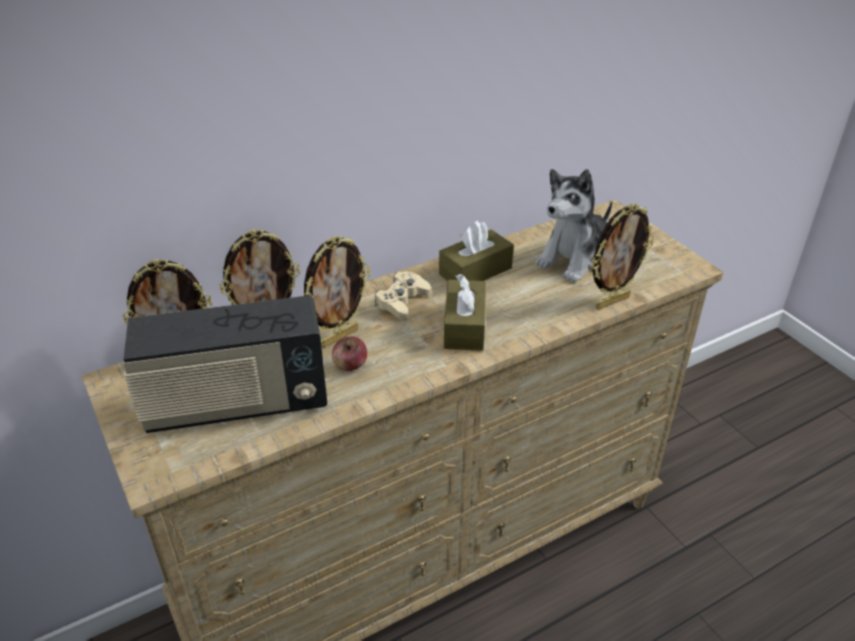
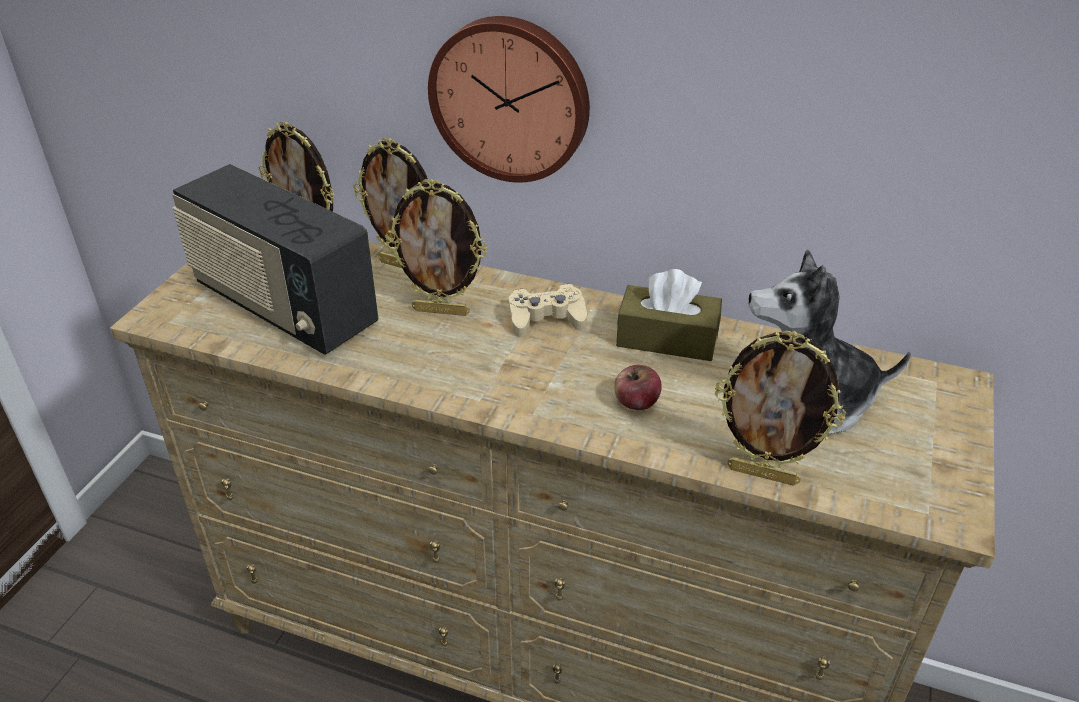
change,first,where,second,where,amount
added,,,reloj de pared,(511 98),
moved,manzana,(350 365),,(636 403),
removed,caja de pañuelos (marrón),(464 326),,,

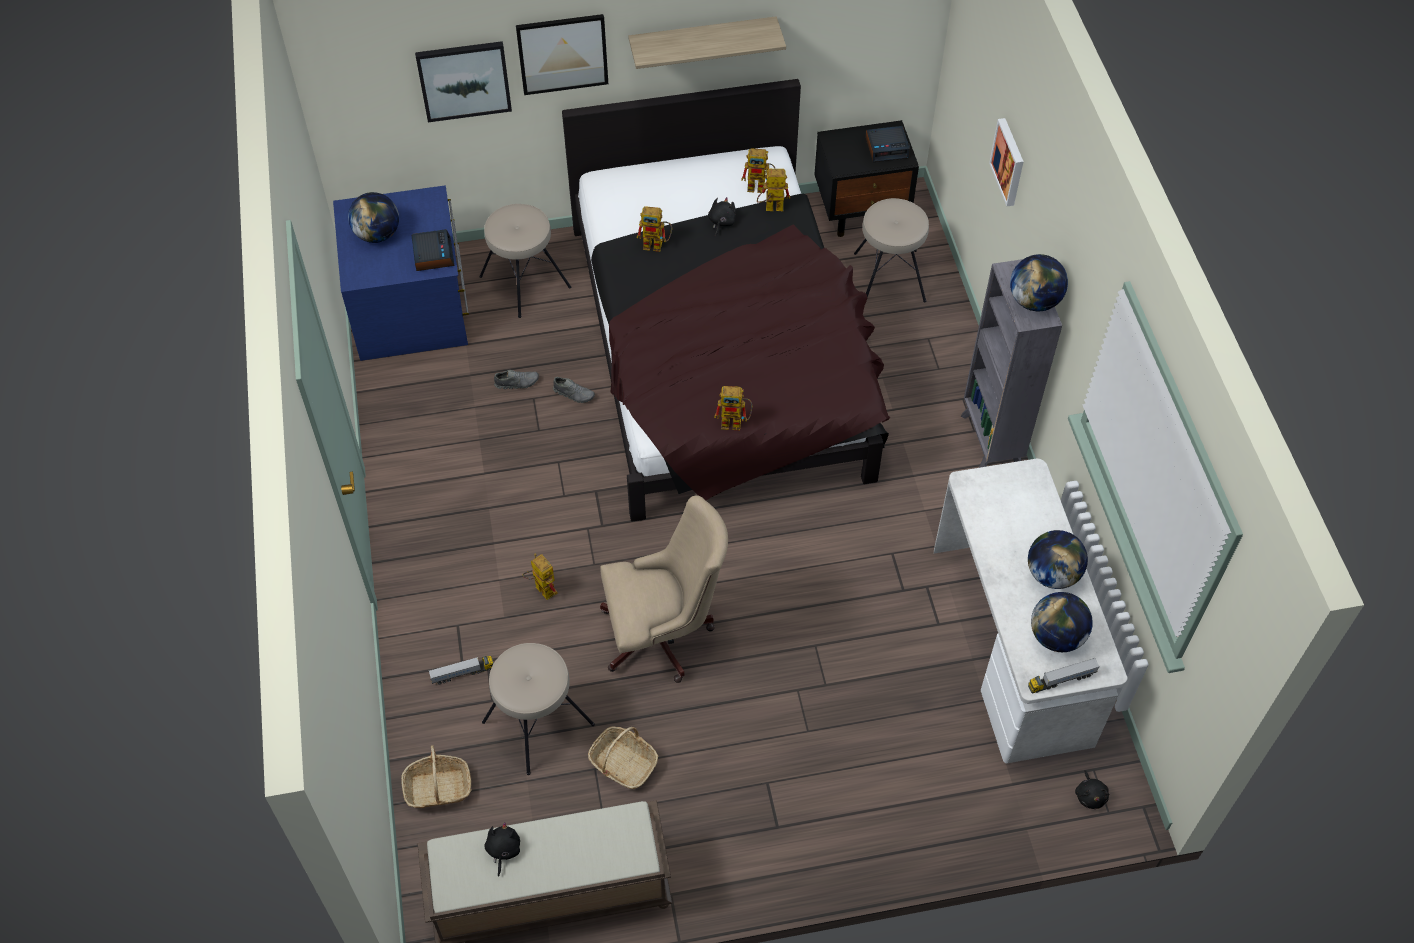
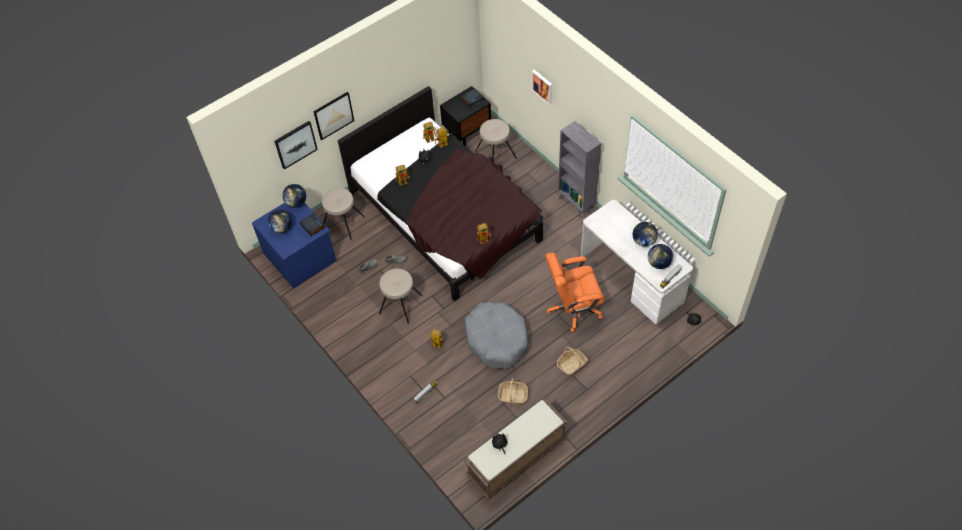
change,first,where,second,where,amount
moved,globo terráqueo,(1034 301),,(296 202),
moved,taburete (beis),(537 722),,(400 304),
replaced,silla de oficina (beis),(663 635),cama para perro (gris),(496 339),
added,,,silla de oficina (naranja),(573 308),
moved,cesta,(438 788),,(572 364),
removed,estante,(702 41),,,

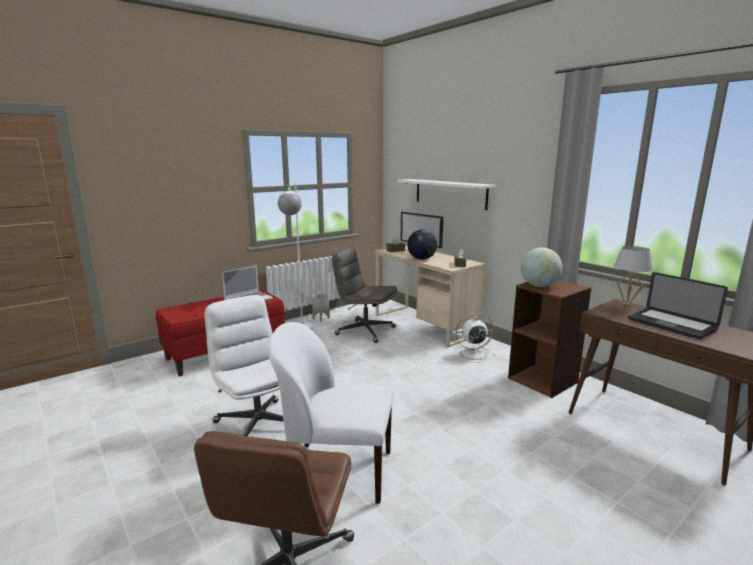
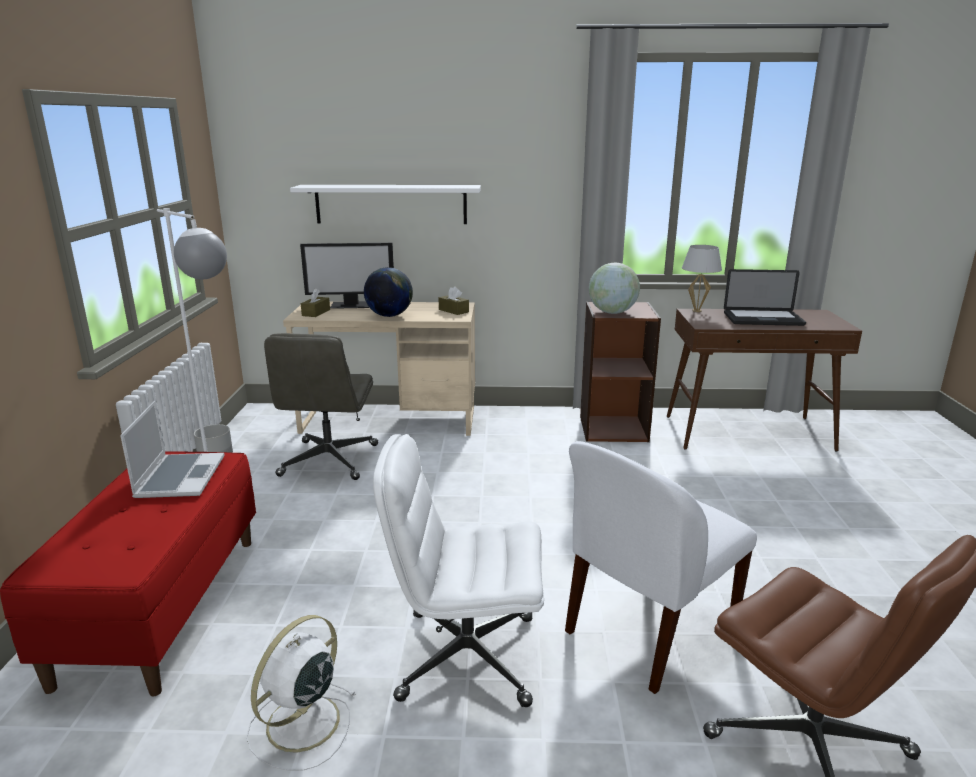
change,first,where,second,where,amount
moved,ventilador (blanco),(471 354),,(300 725),
turned,silla de oficina (gris),(364 331),,(329 461),60 degrees counterclockwise

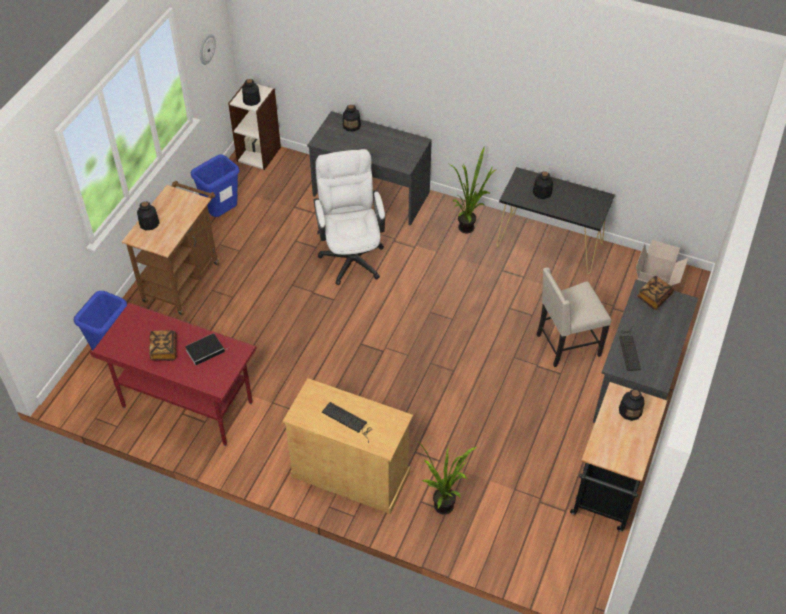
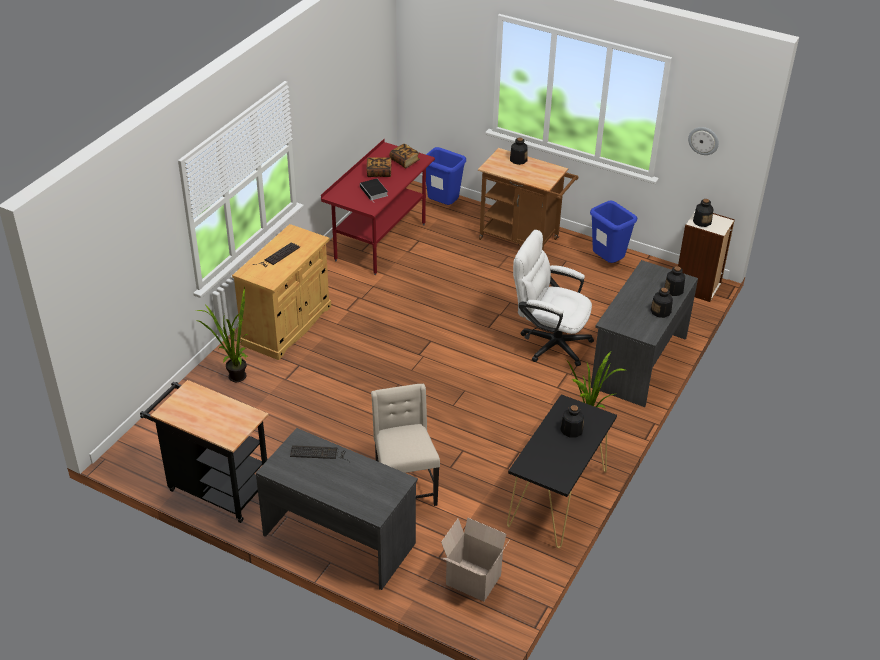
change,first,where,second,where,amount
moved,libro,(654 297),,(404 161),
turned,silla de oficina (blanco),(351 254),,(549 342),150 degrees counterclockwise
moved,botella,(630 411),,(661 311),

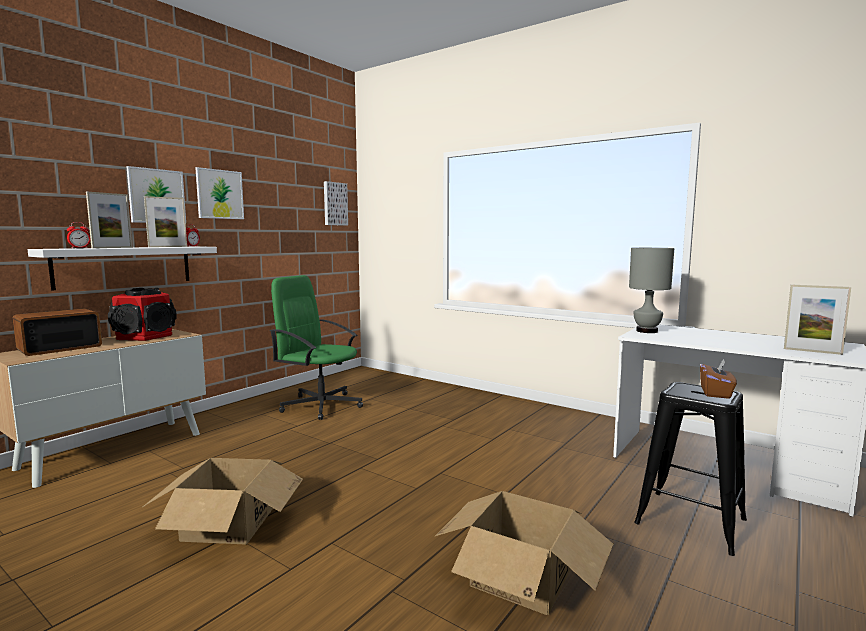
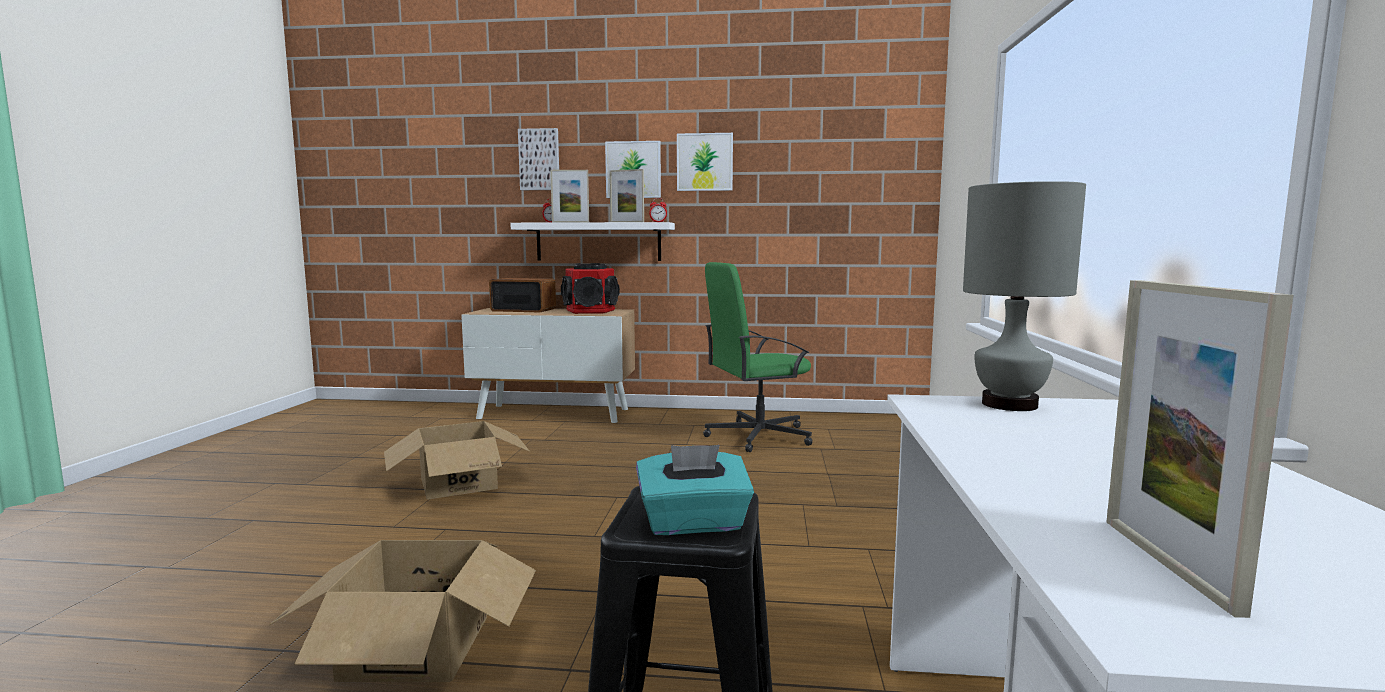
change,first,where,second,where,amount
moved,cuadro,(334 204),,(539 160),
recoloured,caja de pañuelos (marrón),(716 393),caja de pañuelos (turquesa),(693 524),
turned,silla de oficina (verde),(321 405),,(757 436),105 degrees counterclockwise

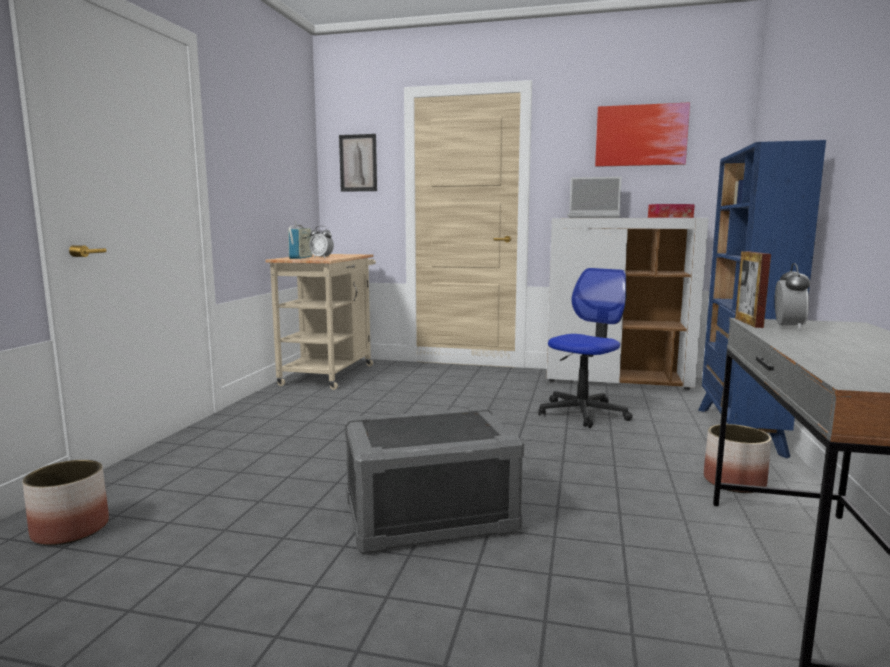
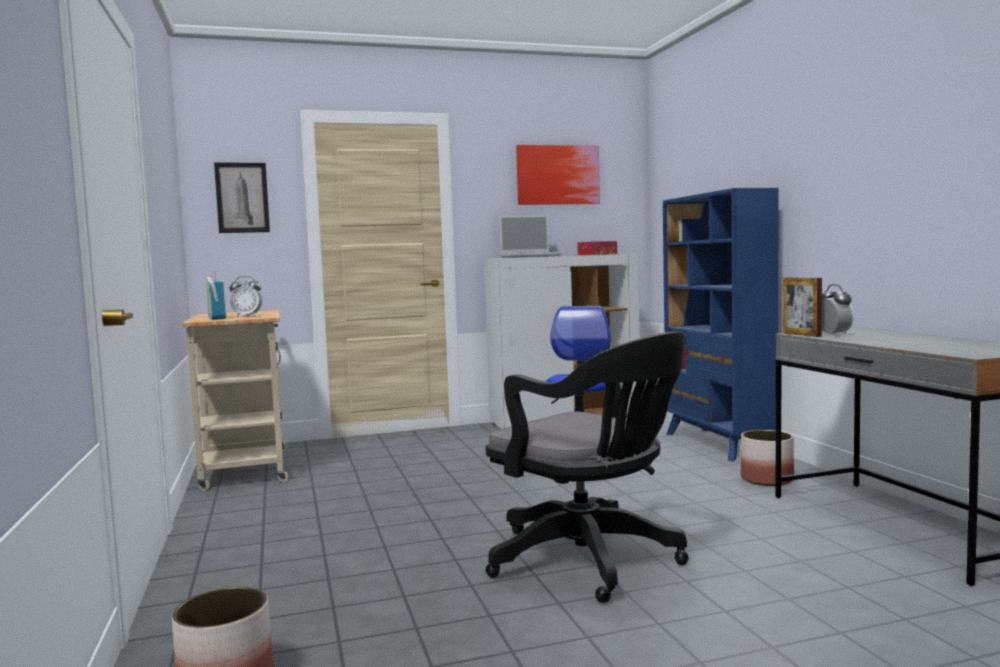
change,first,where,second,where,amount
replaced,caja de almacenaje (gris),(429 517),silla de oficina (negro),(591 561),

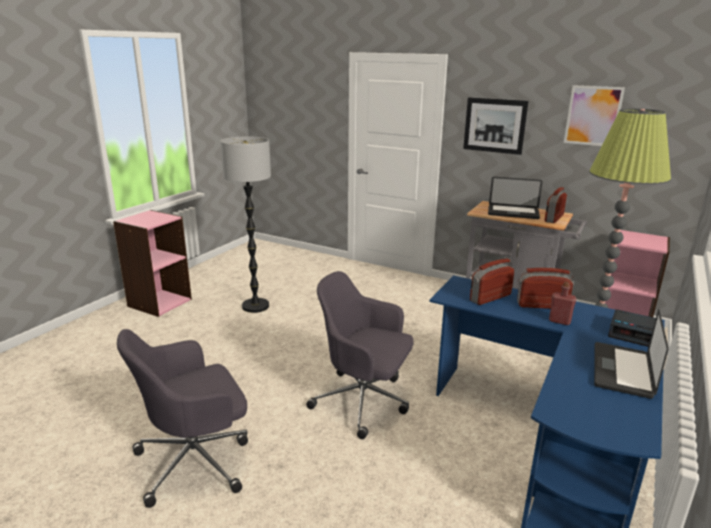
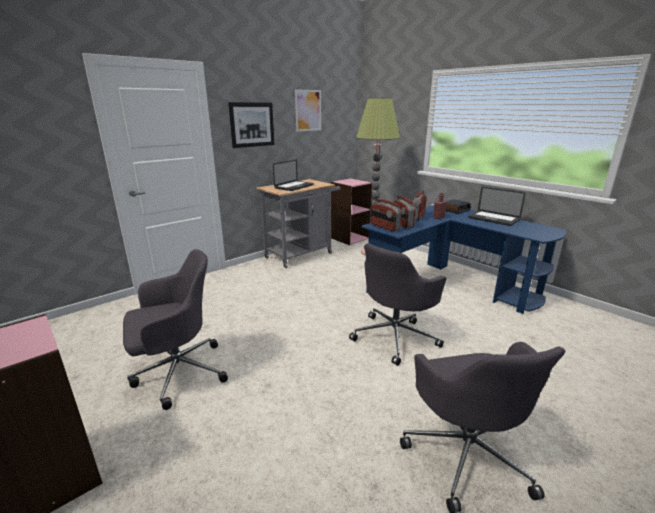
change,first,where,second,where,amount
replaced,lámpara de pie,(255 306),silla de oficina (gris),(178 372),
moved,radio,(553 218),,(384 227),

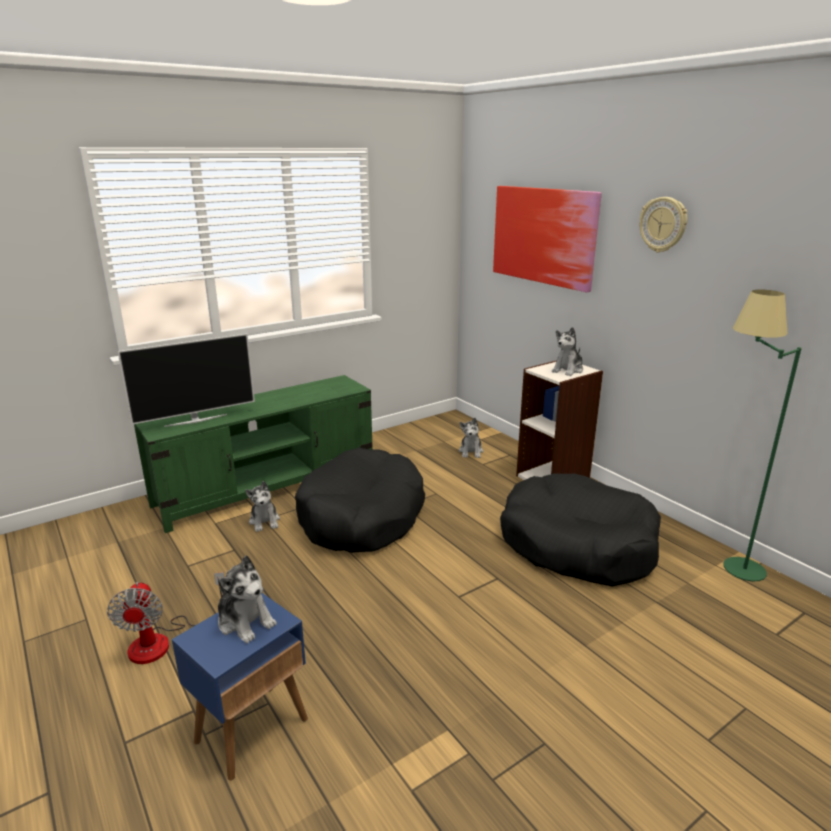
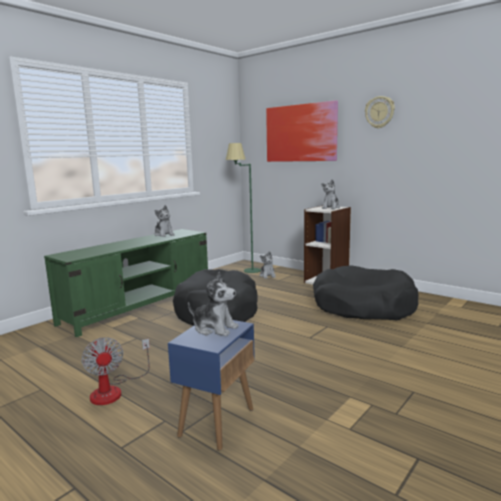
change,first,where,second,where,amount
moved,peluche,(265 521),,(164 235),
moved,lámpara de pie (verde),(725 562),,(244 270),
removed,televisor,(196 420),,,

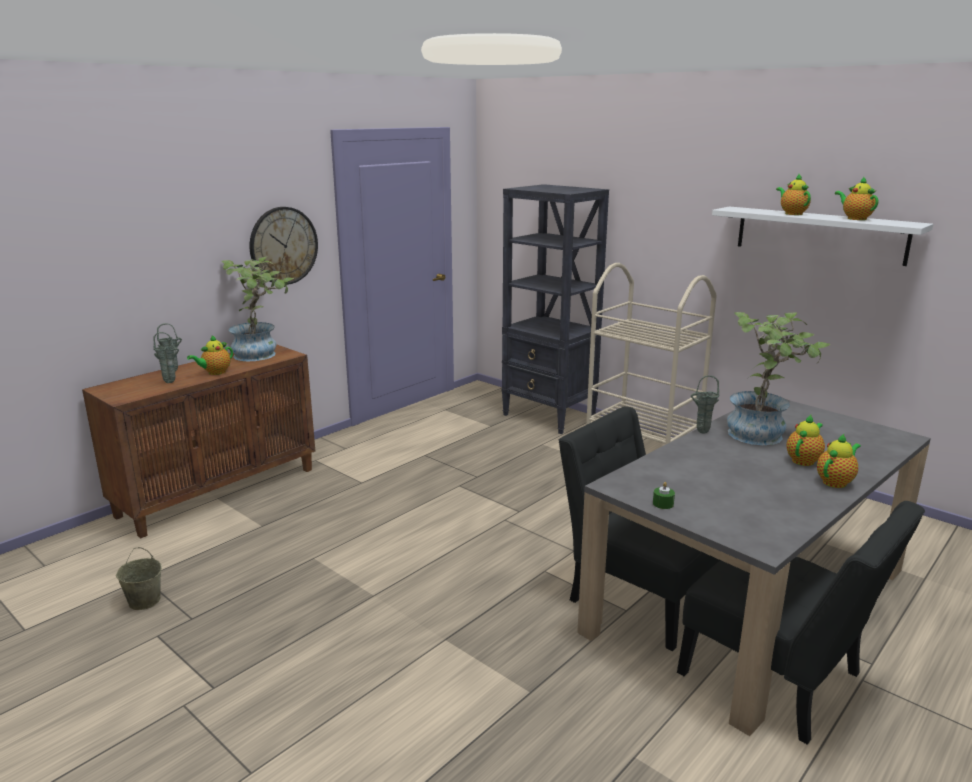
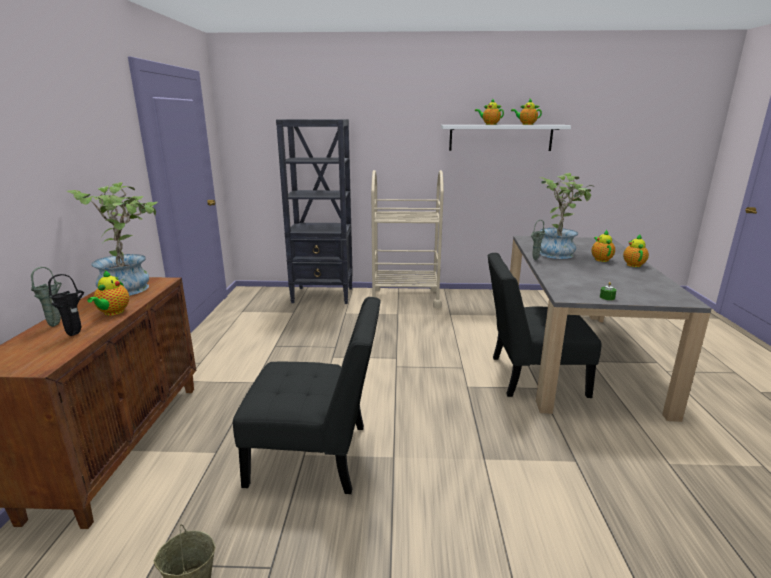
change,first,where,second,where,amount
recoloured,florero (verde),(171 382),florero (negro),(76 334),
moved,silla (negro),(778 680),,(316 456),
removed,reloj de pared,(283 245),,,

